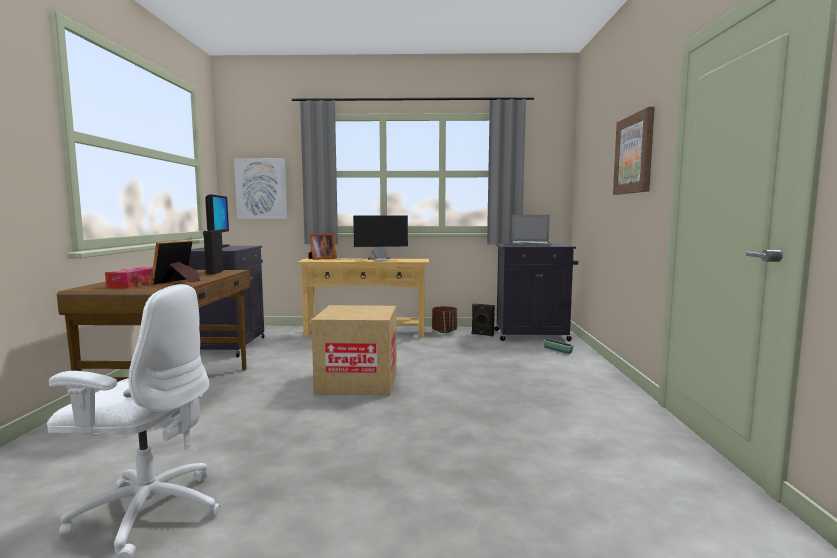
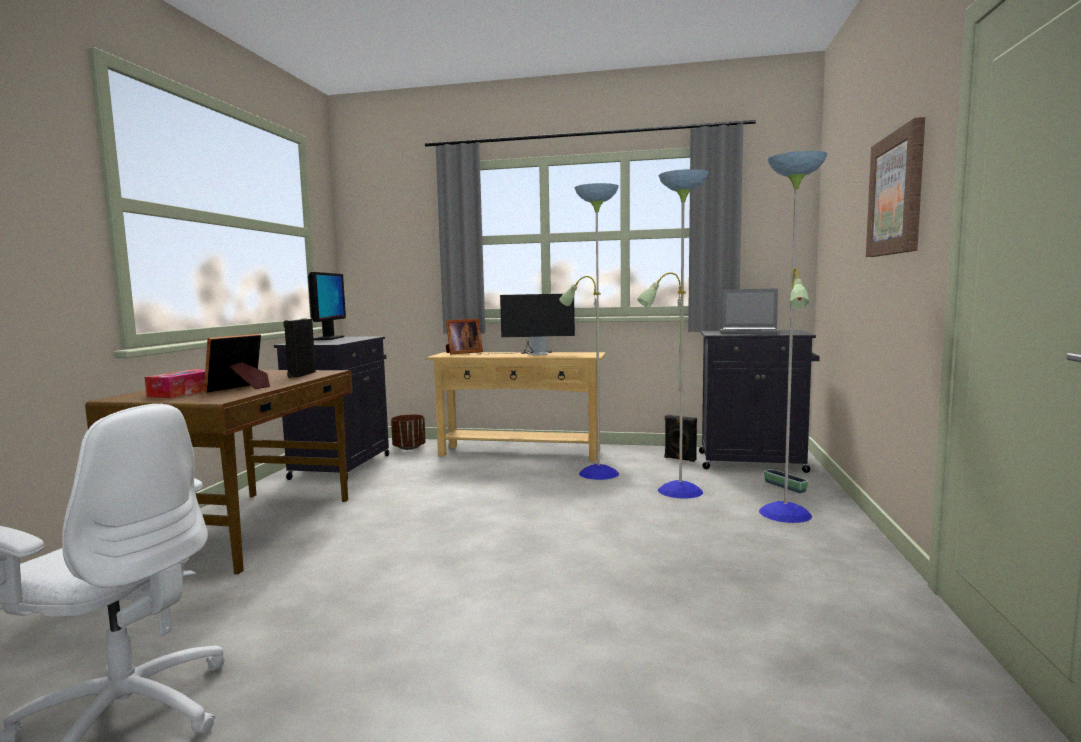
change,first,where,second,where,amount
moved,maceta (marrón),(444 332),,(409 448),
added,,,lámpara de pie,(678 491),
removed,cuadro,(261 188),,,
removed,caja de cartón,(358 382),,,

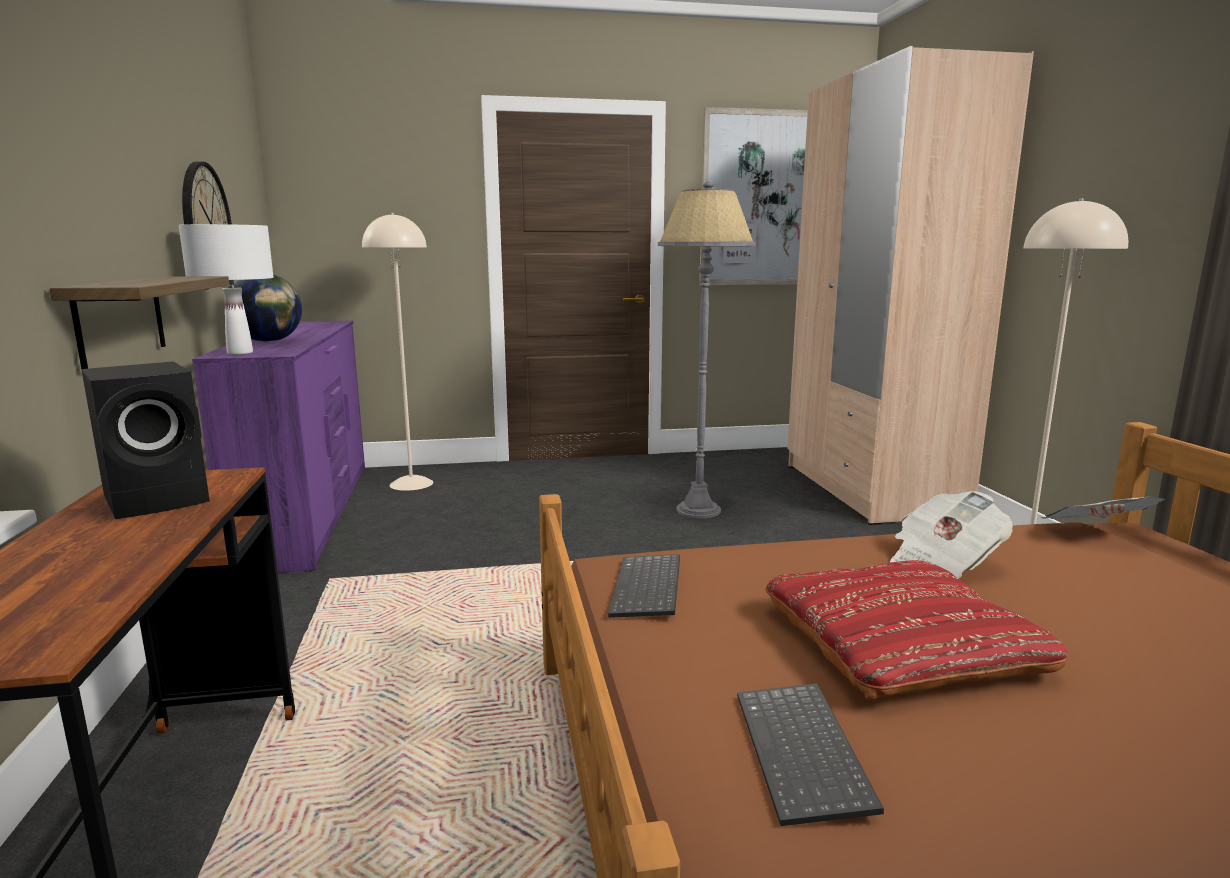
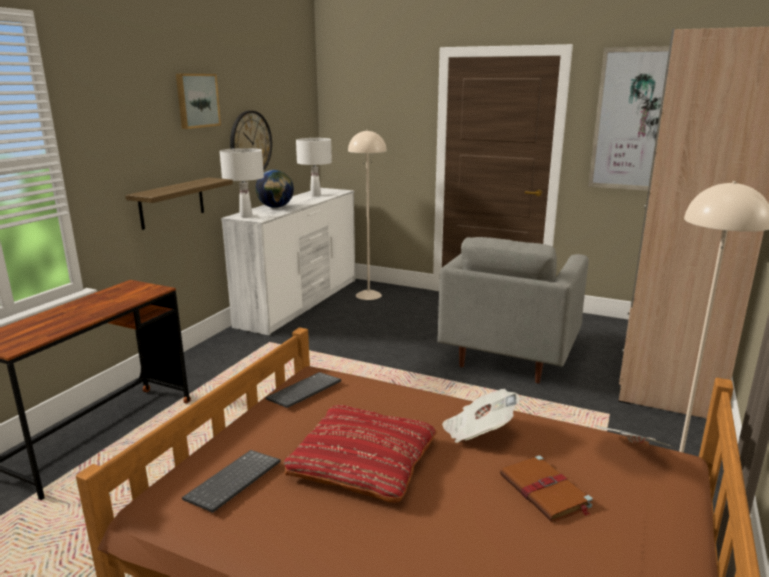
change,first,where,second,where,amount
added,,,cuadro,(196 100),
recoloured,cómoda (morado),(309 514),cómoda (blanco),(301 302),
added,,,lámpara de mesa (blanco),(315 195),
replaced,lámpara de pie (gris),(697 510),sillón (gris),(509 356),
added,,,libro (marrón),(545 491),
removed,altavoz (negro),(161 499),,,

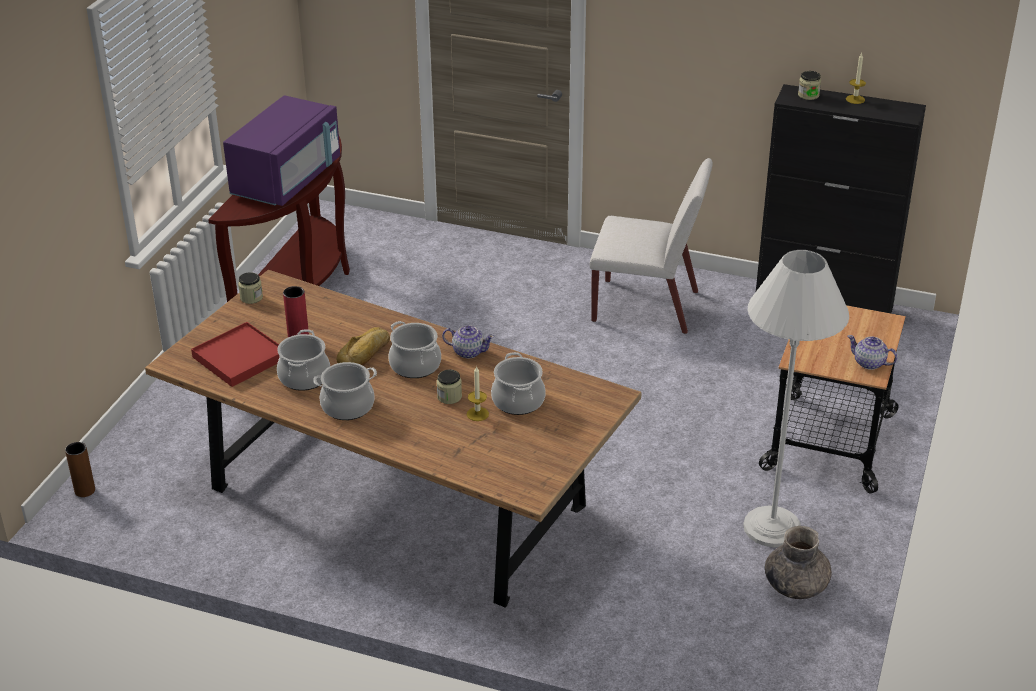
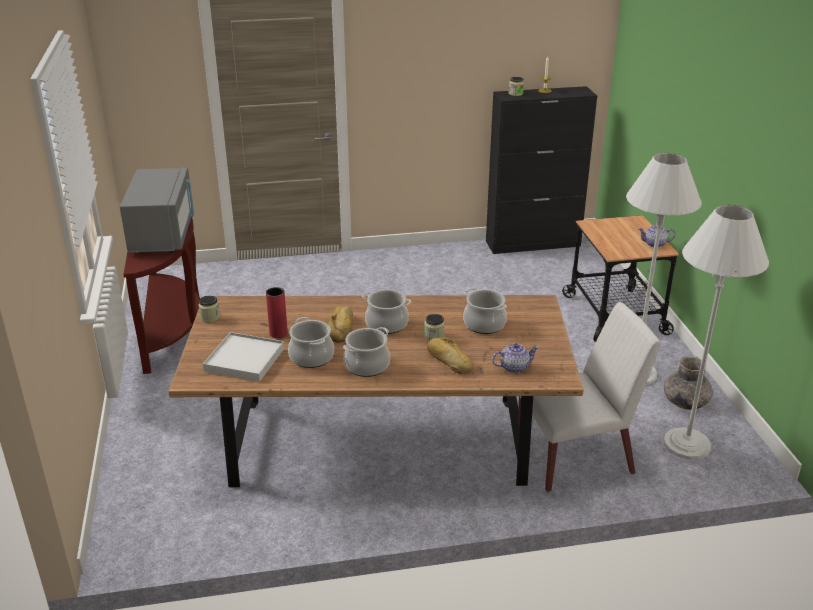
change,first,where,second,where,amount
recoloured,microondas (morado),(287 180),microondas (gris),(163 234),
recoloured,bandeja (rojo),(240 358),bandeja (blanco),(245 359),
added,,,pan,(448 360),
moved,tetera,(468 352),,(513 367),
moved,silla (blanco),(647 307),,(576 458),
added,,,lámpara de pie (blanco),(687 444),
removed,florero (marrón),(85 490),,,
removed,vela,(477 414),,,

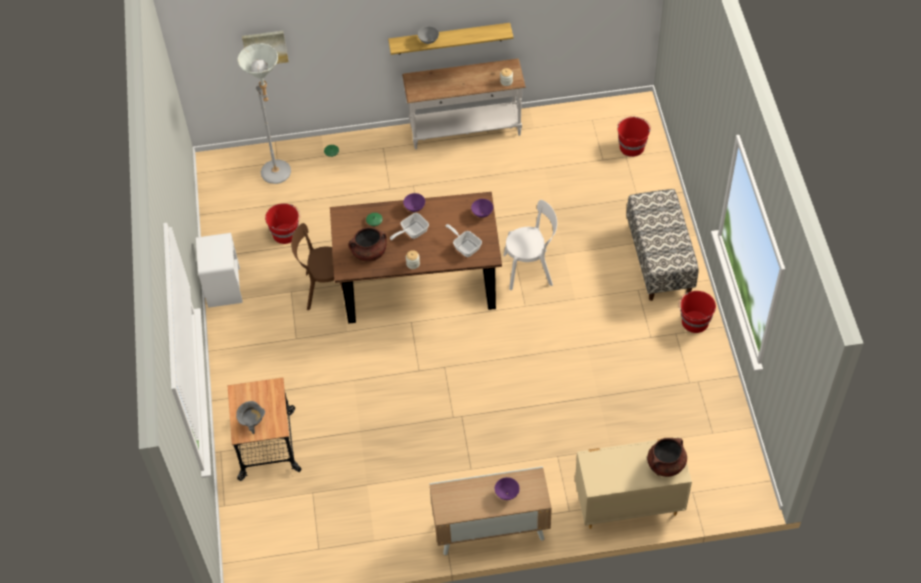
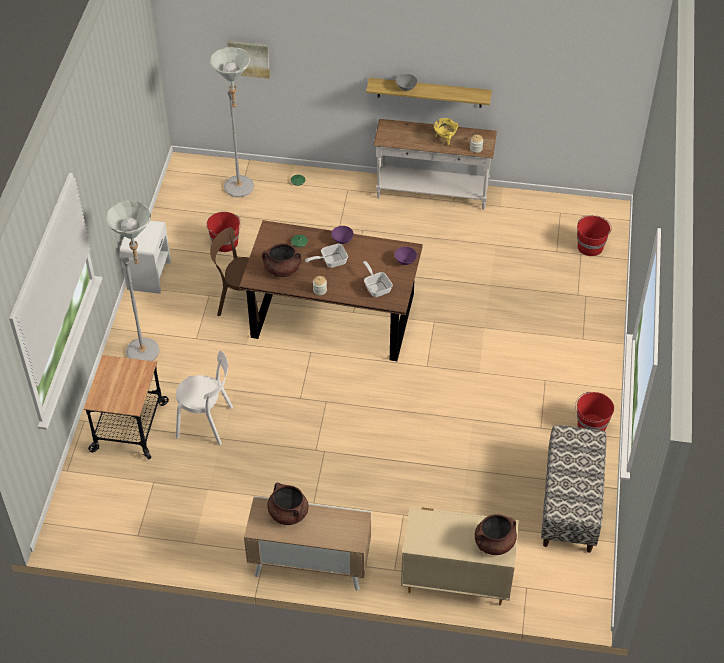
change,first,where,second,where,amount
added,,,lámpara de pie (gris),(149 348),
moved,silla (blanco),(531 269),,(207 422),
added,,,olla (marrón),(288 513),
added,,,olla (amarillo),(445 139),
moved,banco,(659 259),,(570 504),
removed,olla (gris),(252 423),,,
removed,cuenco (morado),(506 493),,,

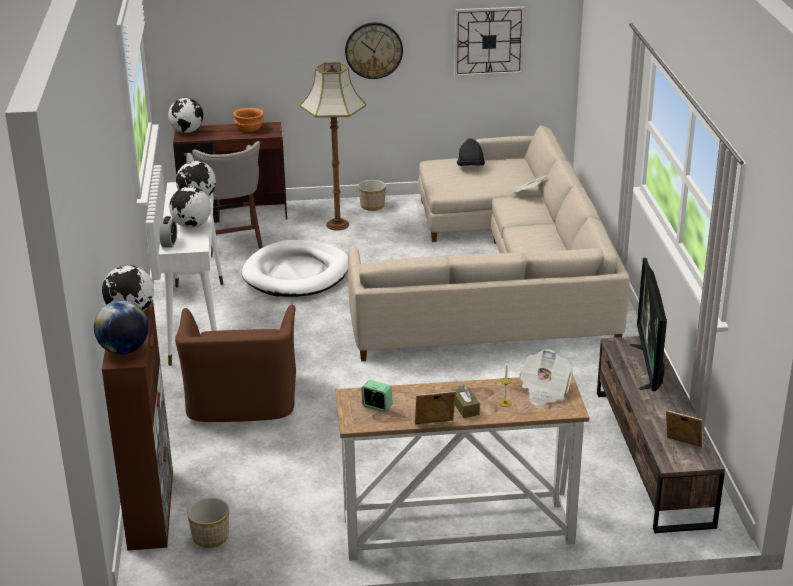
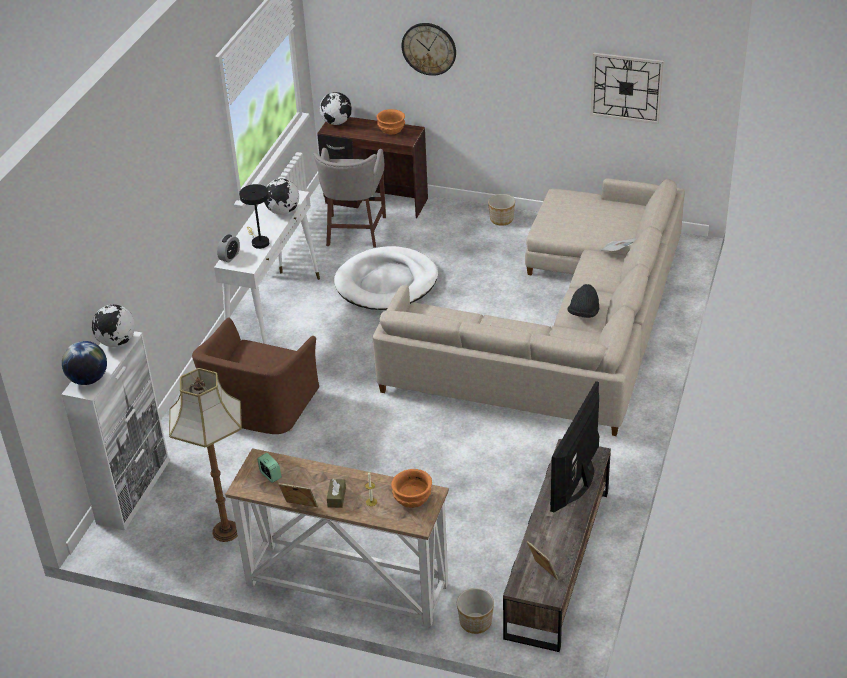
change,first,where,second,where,amount
recoloured,armario (marrón),(151 509),armario (blanco),(134 491),
moved,lámpara de pie,(337 224),,(226 530),
replaced,globo terráqueo,(191 226),lámpara de mesa (negro),(259 242),
replaced,periódico,(544 391),cuenco (naranja),(412 499),
moved,reloj de pared,(373 50),,(429 48),
moved,maceta,(210 537),,(475 621),
moved,sombrero (negro),(470 167),,(583 313),

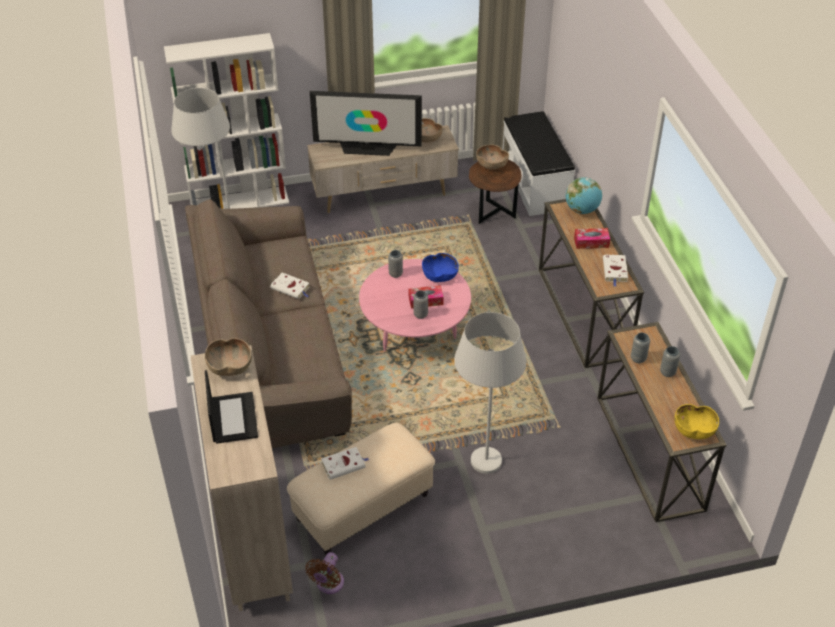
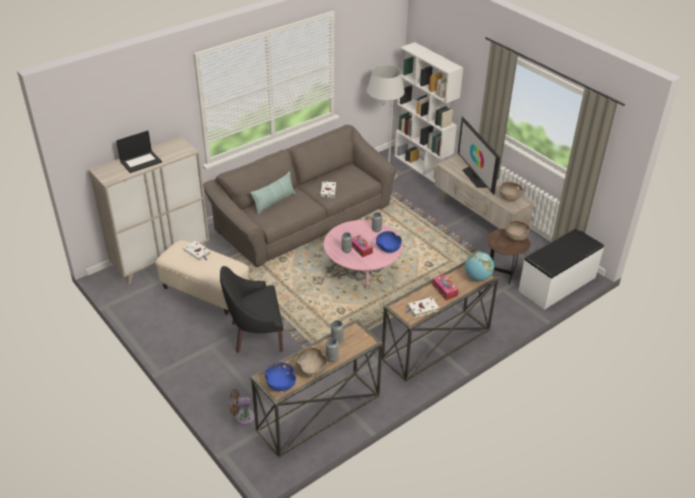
change,first,where,second,where,amount
replaced,lámpara de pie (blanco),(483 475),sillón (negro),(255 334),
moved,ventilador (marrón),(328 584),,(242 417),
added,,,cojín,(274 202),
recoloured,cuenco (amarillo),(694 431),cuenco (azul),(280 384),
moved,cuenco (marrón),(230 367),,(312 369),

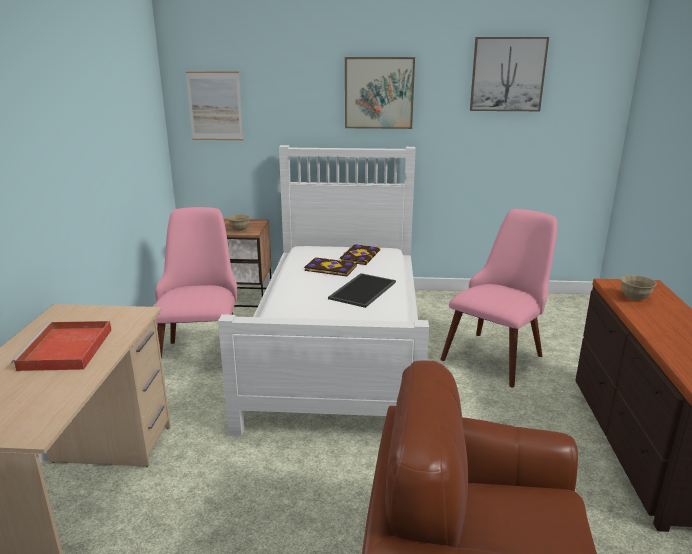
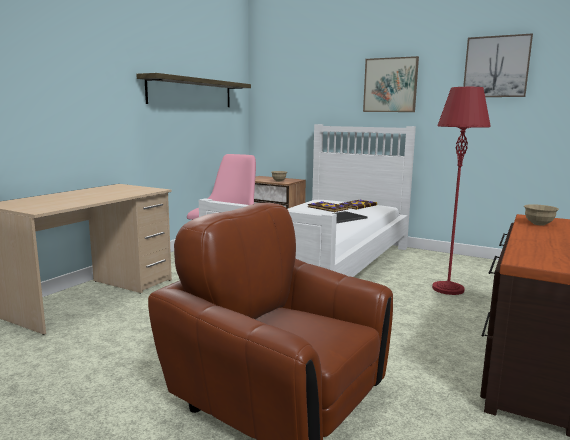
change,first,where,second,where,amount
added,,,estante,(191 92),
replaced,silla (rosa),(498 352),lámpara de pie (rojo),(448 289),
removed,bandeja (rojo),(66 350),,,
removed,cuadro,(215 106),,,

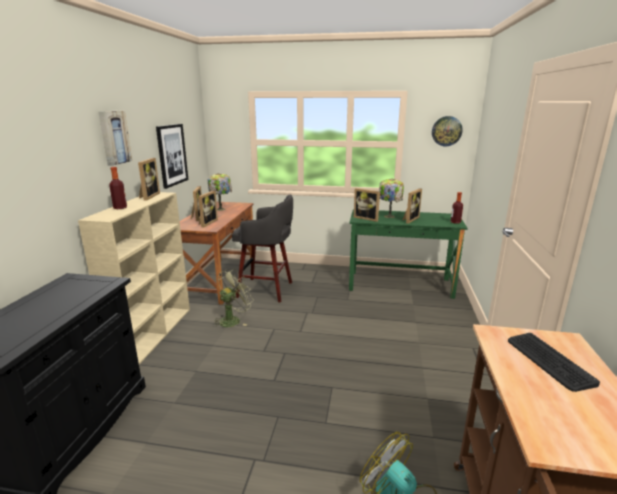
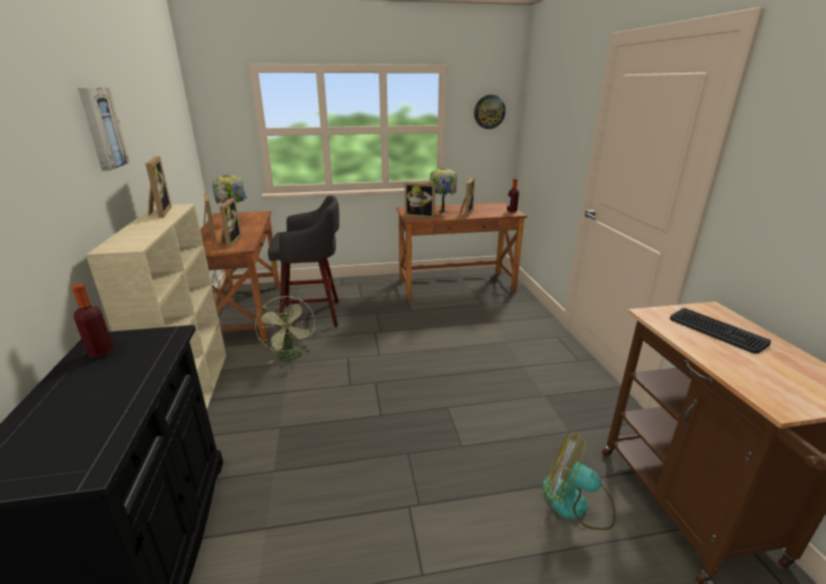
change,first,where,second,where,amount
moved,botella,(120 208),,(101 352),
turned,ventilador (verde),(233 320),,(291 357),135 degrees clockwise
recoloured,escritorio (verde),(399 284),escritorio (marrón),(456 285),
removed,cuadro,(172 155),,,

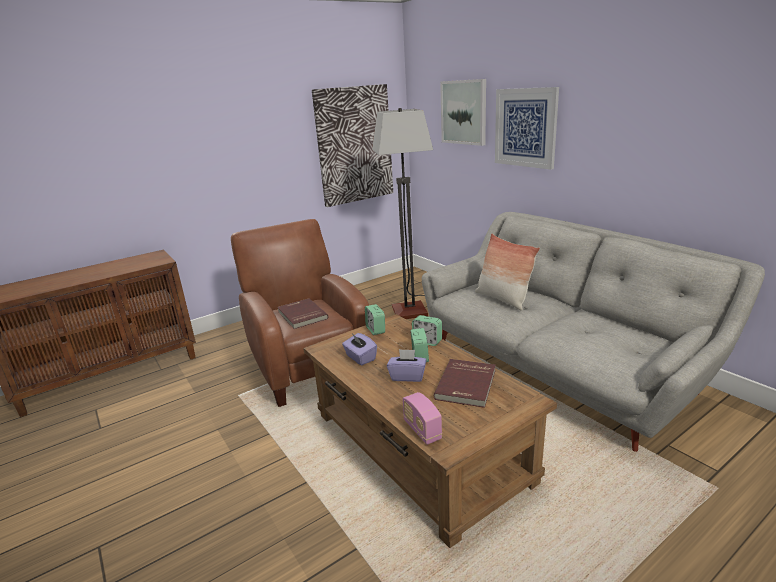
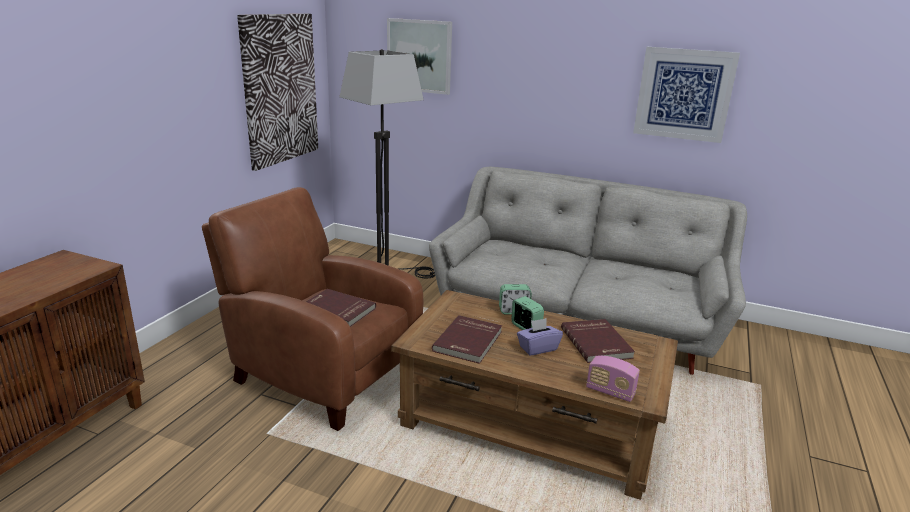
change,first,where,second,where,amount
replaced,caja de pañuelos (morado),(360 358),libro (rojo),(469 341),
moved,cuadro,(525 127),,(684 94),
removed,despertador,(375 330),,,
removed,cojín,(503 299),,,

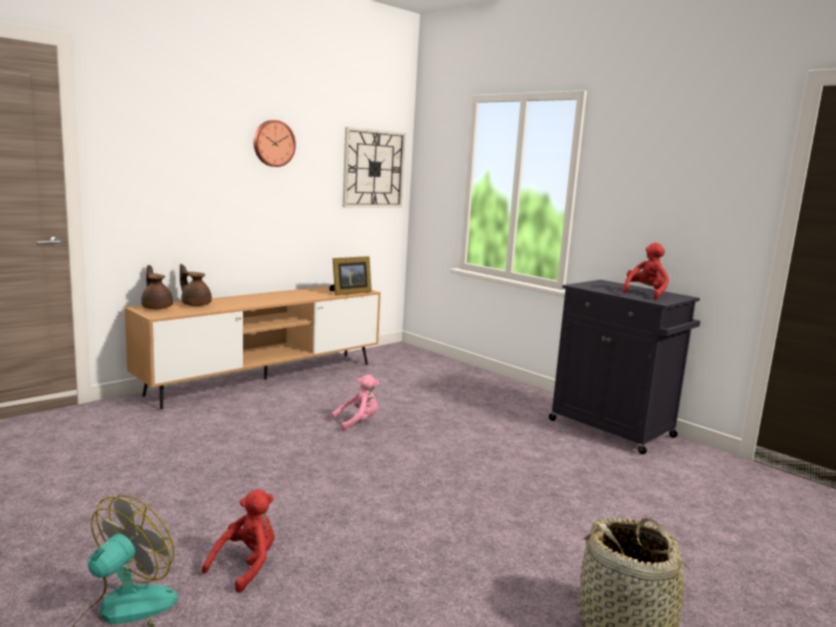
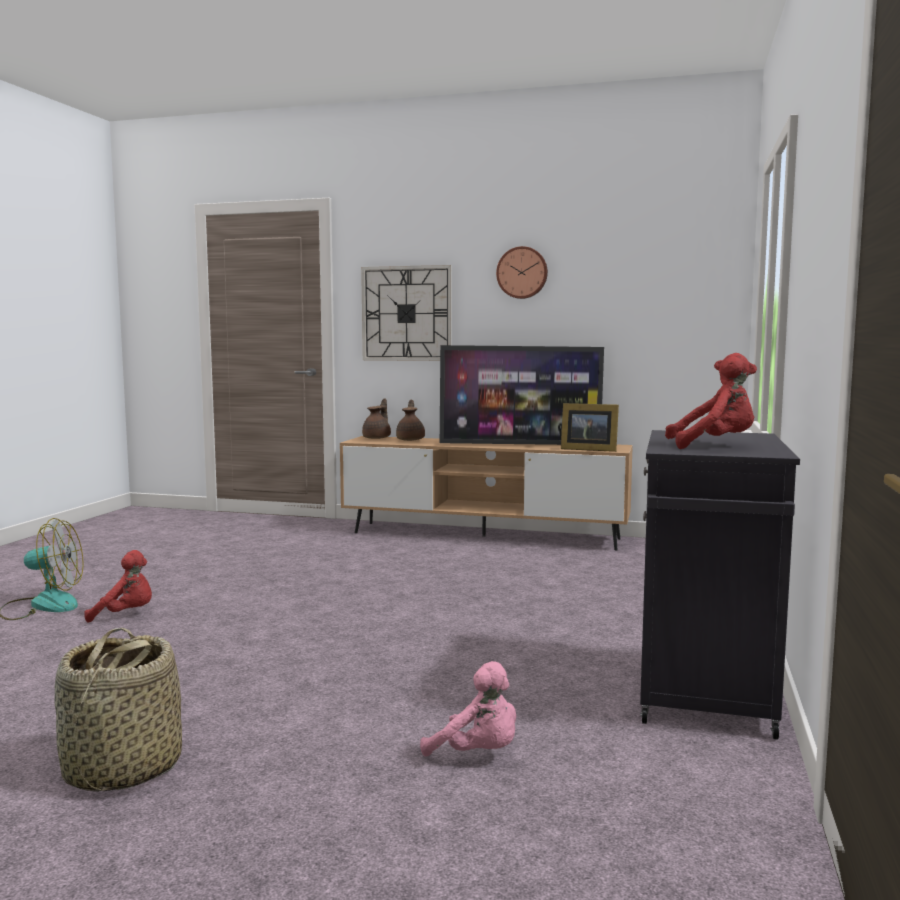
change,first,where,second,where,amount
moved,reloj de pared,(373 169),,(407 313),
moved,peluche (rosa),(358 422),,(478 753),
added,,,televisor,(520 444),

